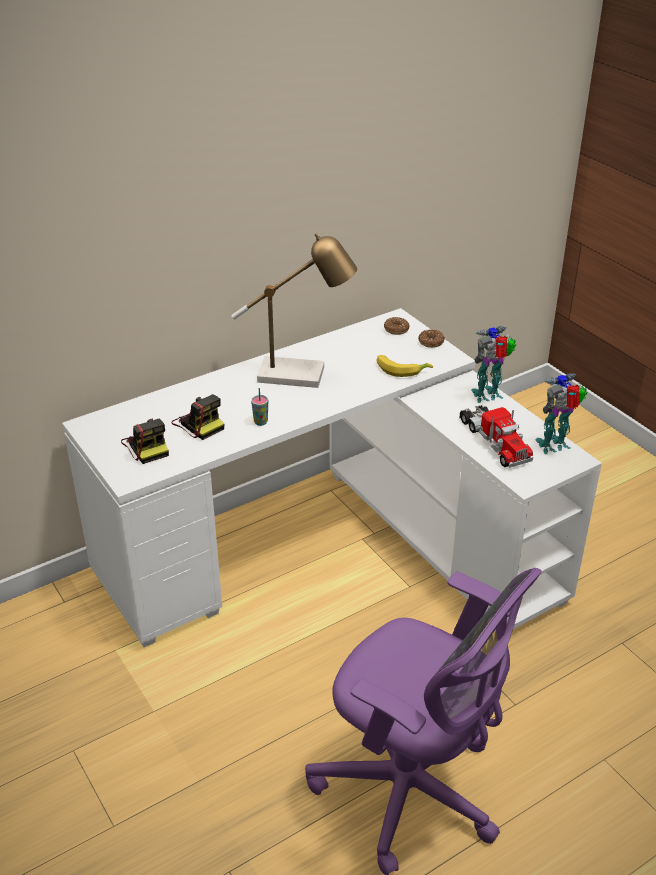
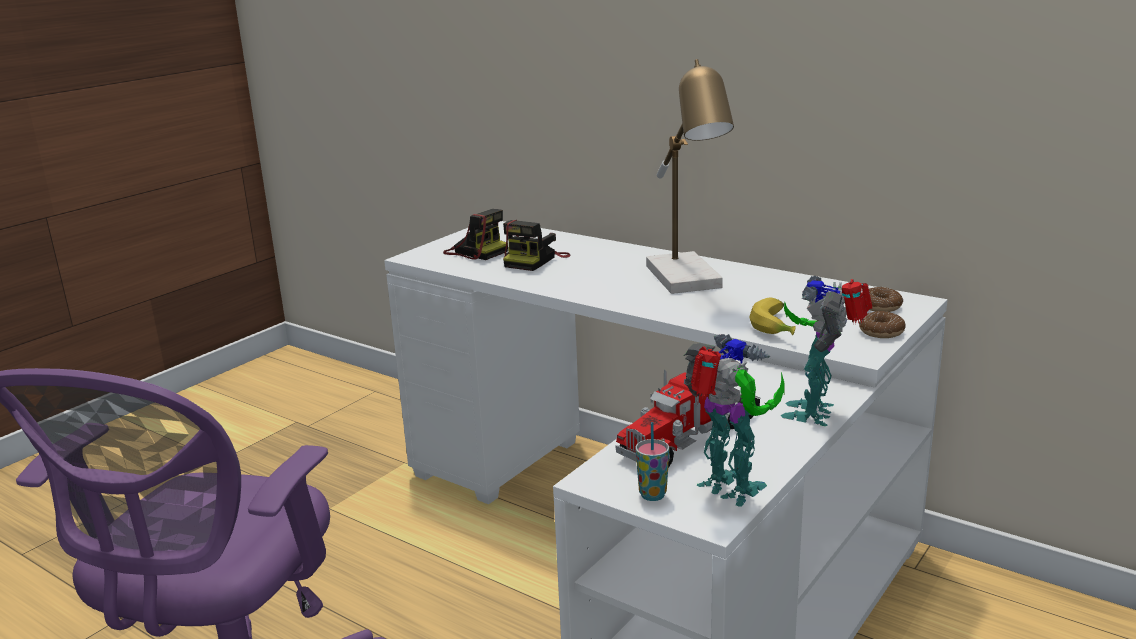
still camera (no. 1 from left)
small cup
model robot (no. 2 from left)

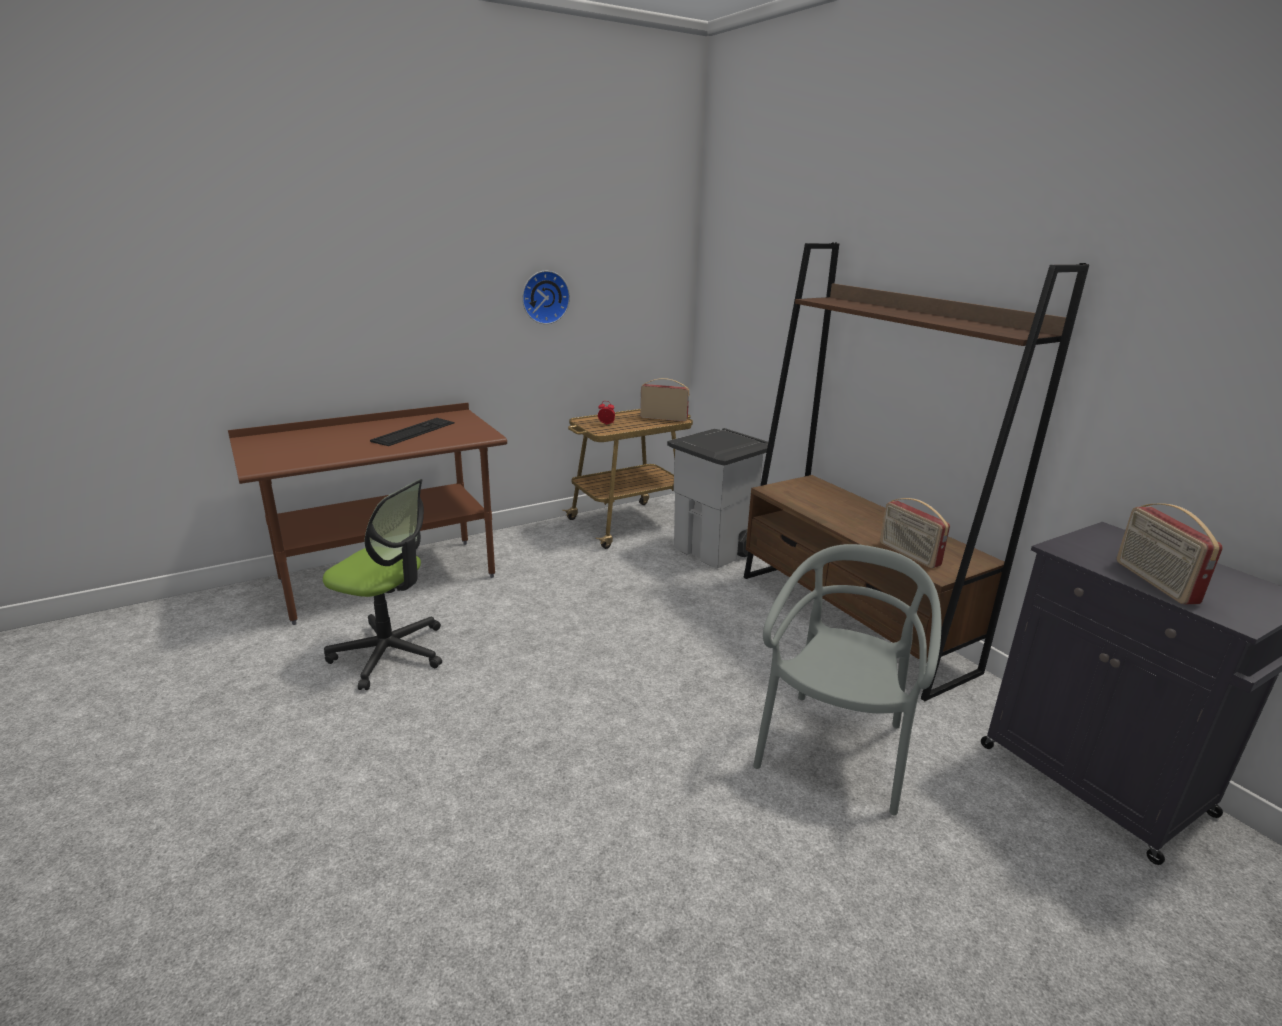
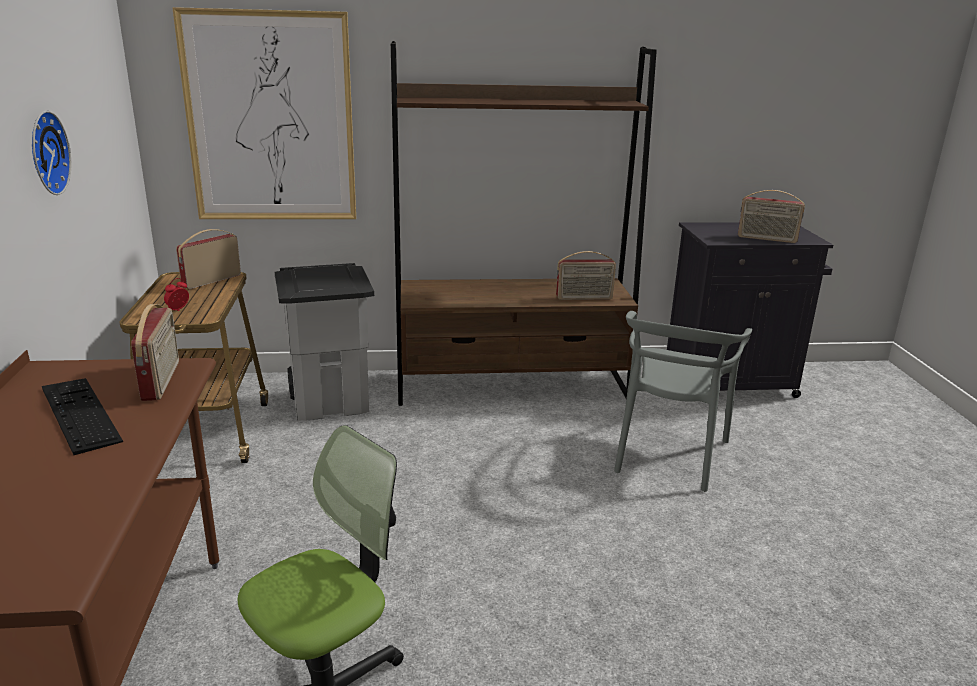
radio receiver (no. 1 from left)
wall picture
gray upright chair

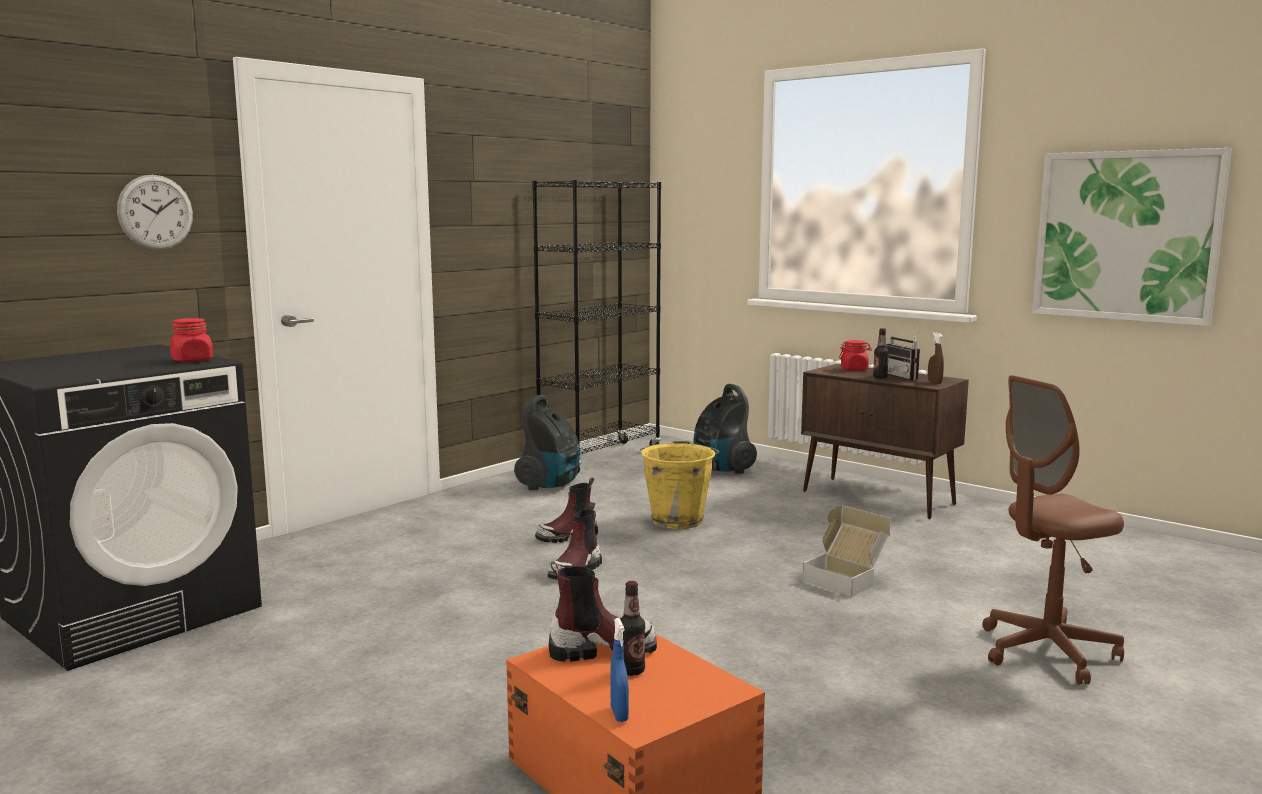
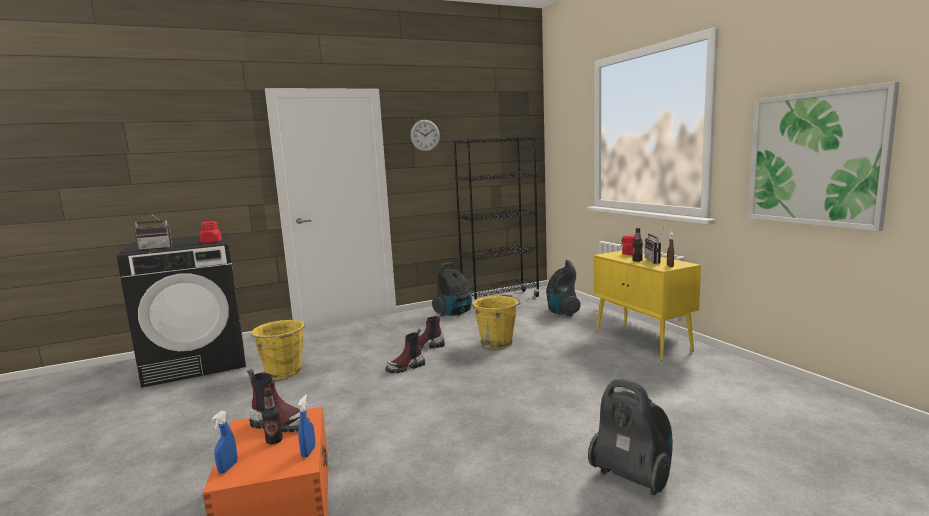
radio receiver (no. 1 from left)
yellow-coloured water bucket (no. 1 from left)
bluish sprayer (no. 2 from left)
hanging clock
vacuum cleaner (no. 3 from left)
yellow-coloured cabinet
packing box

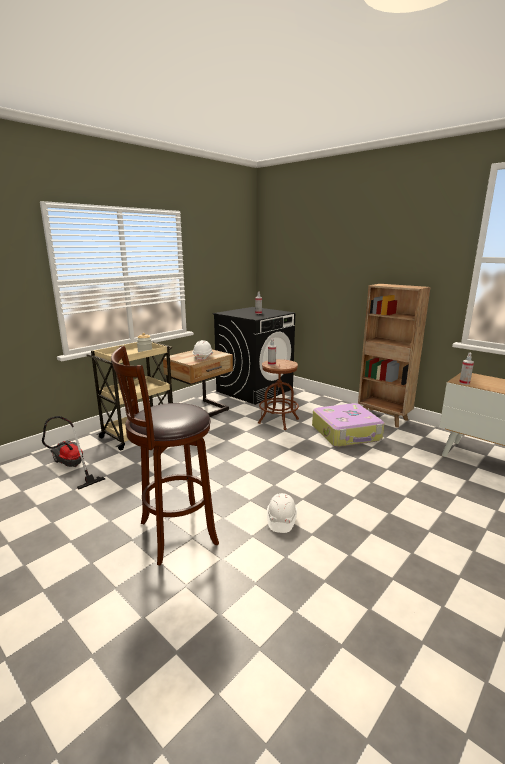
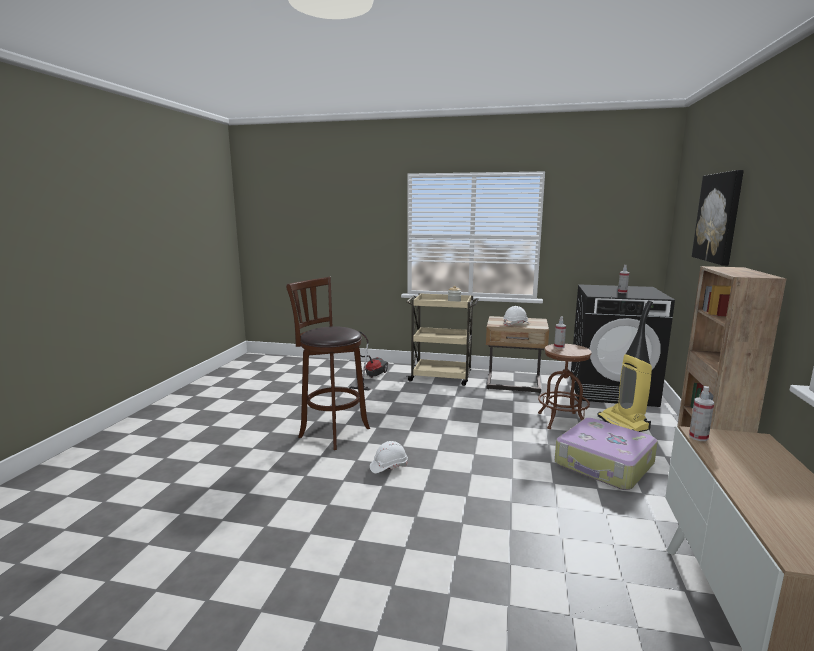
vacuum cleaner (no. 2 from left)
wall picture

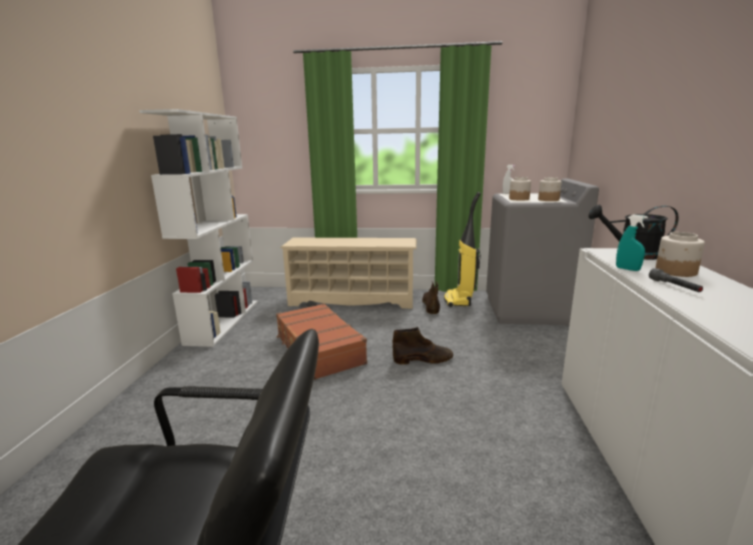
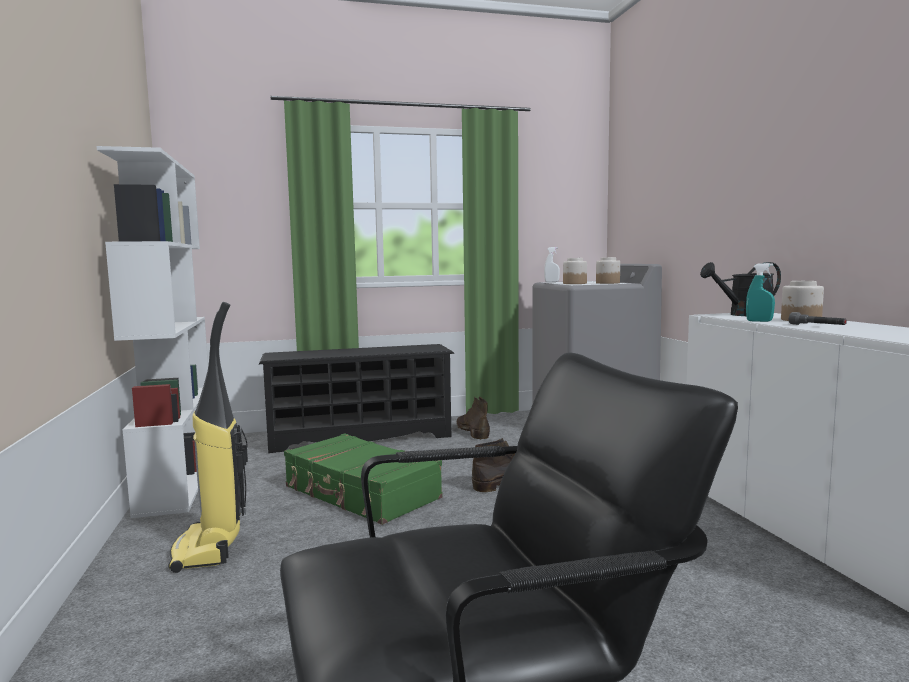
vacuum cleaner
black shoe stand
green-coloured travel case

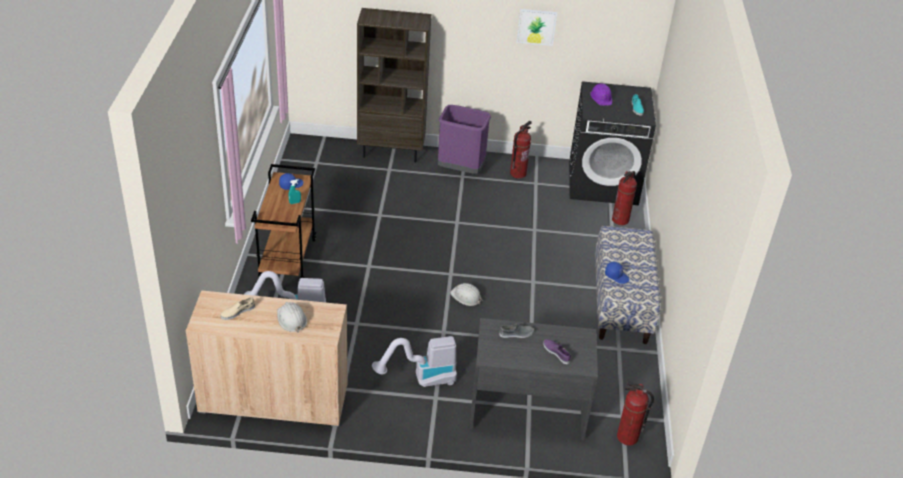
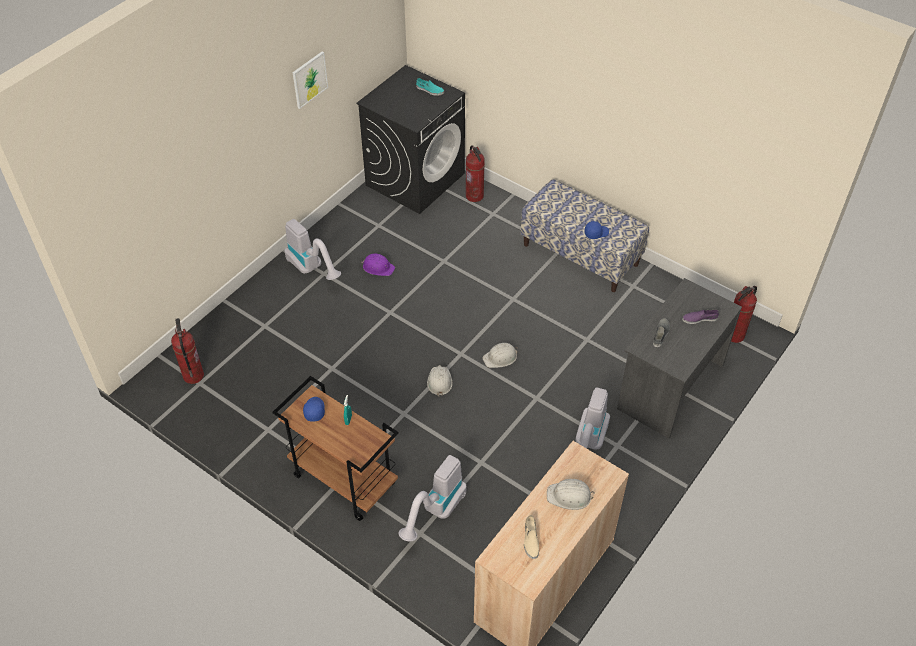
fire-fighting cylinder (no. 1 from left)
vacuum cleaner (no. 1 from left)
purple safety helmet
white-coloured safety helmet (no. 1 from left)
brownish shelving unit

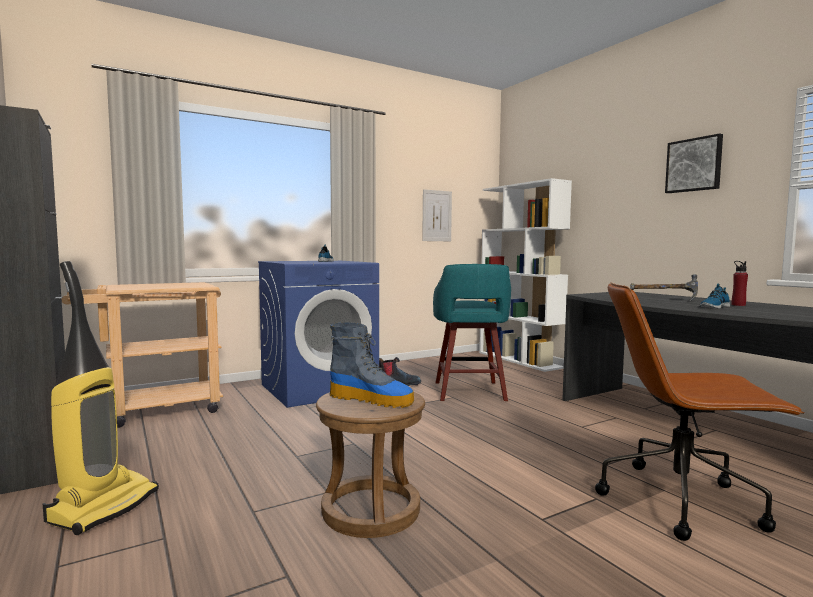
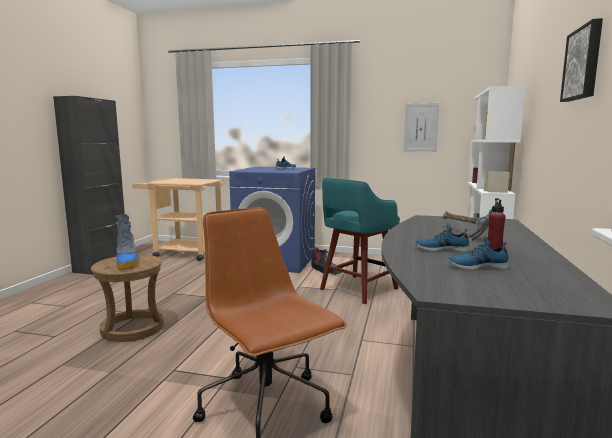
low shoe (no. 3 from left)
vacuum cleaner

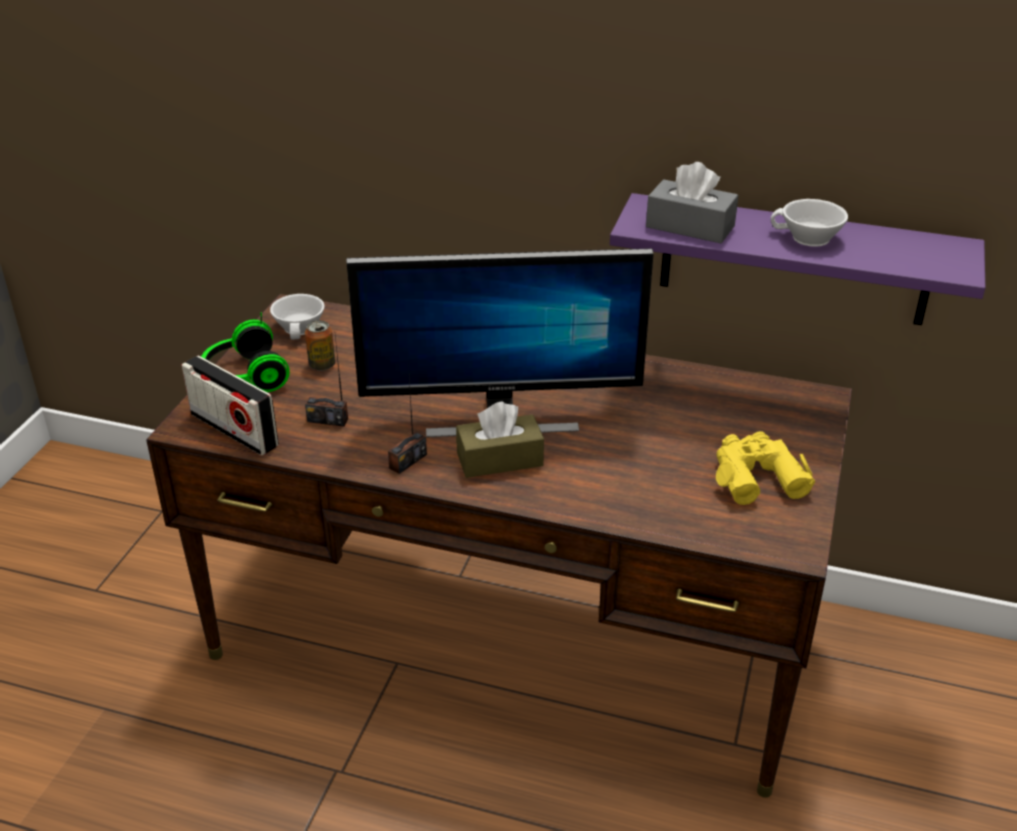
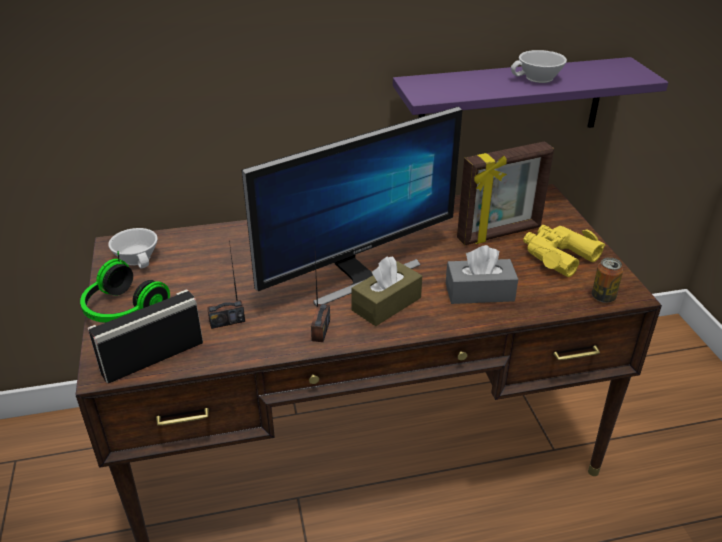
radio receiver (no. 1 from left)
gray tissue box
photo frame
can

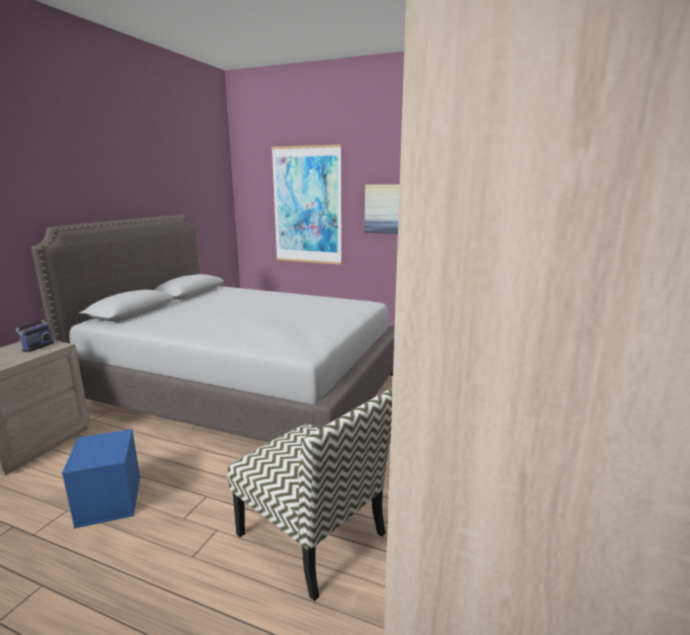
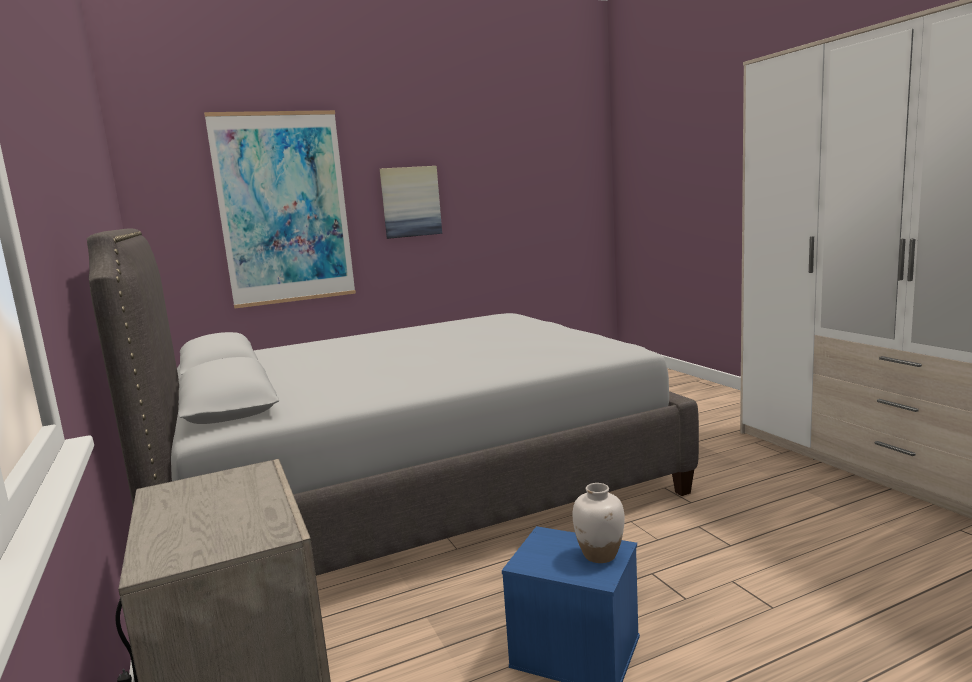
white-coloured vase
radio receiver
upright chair

